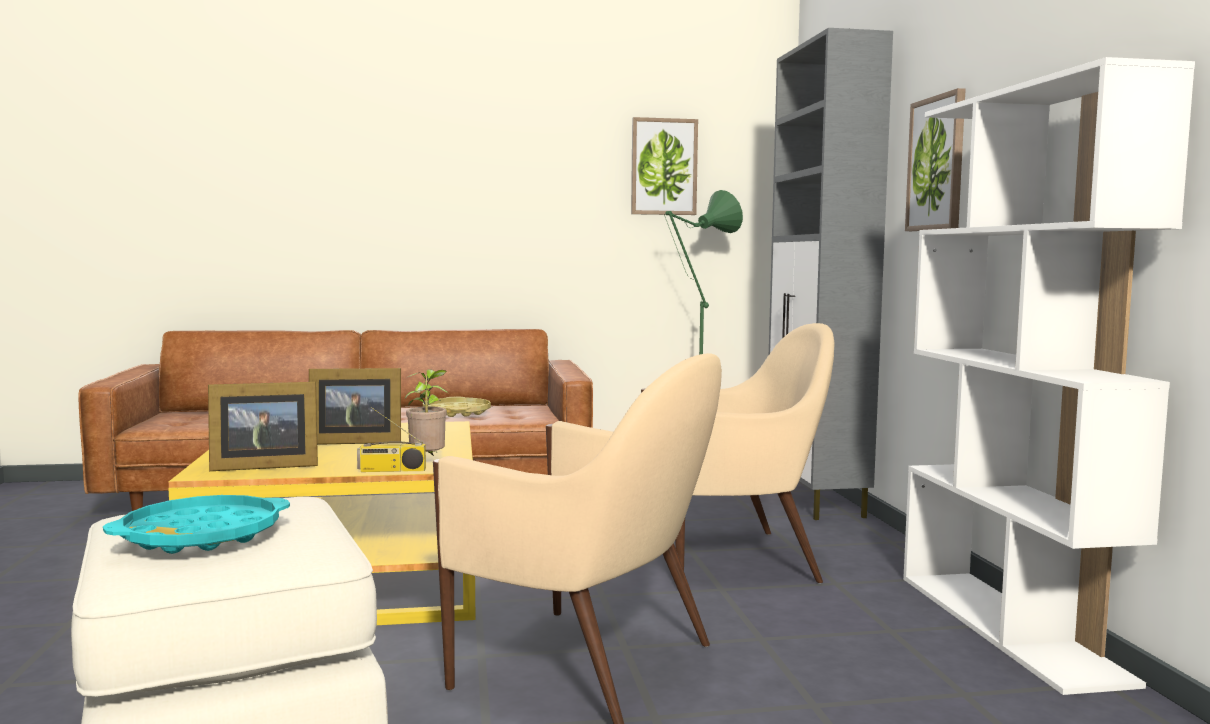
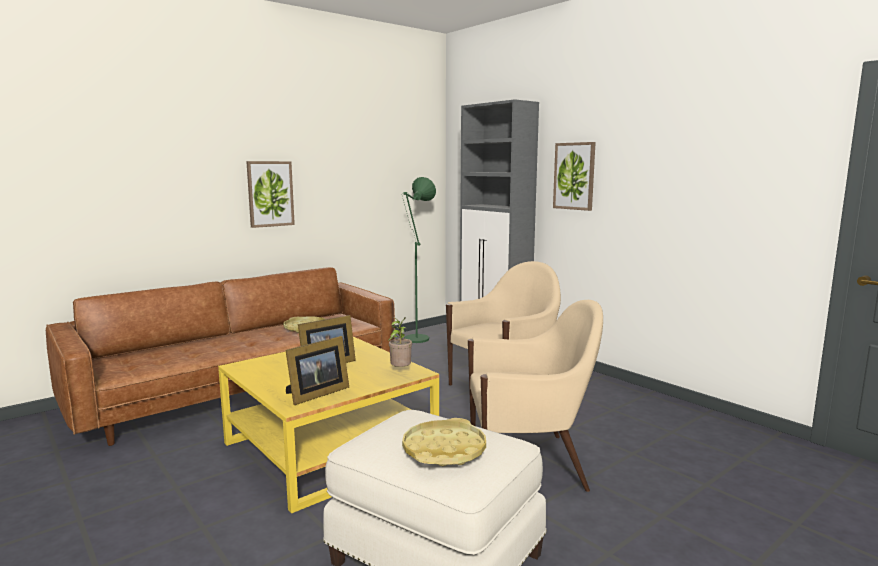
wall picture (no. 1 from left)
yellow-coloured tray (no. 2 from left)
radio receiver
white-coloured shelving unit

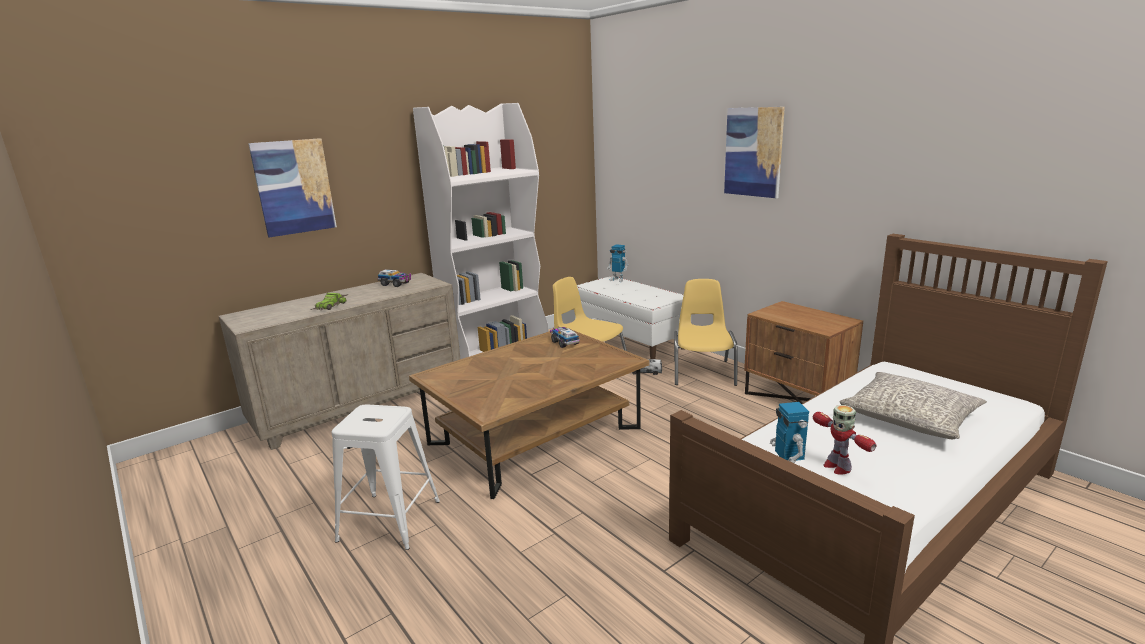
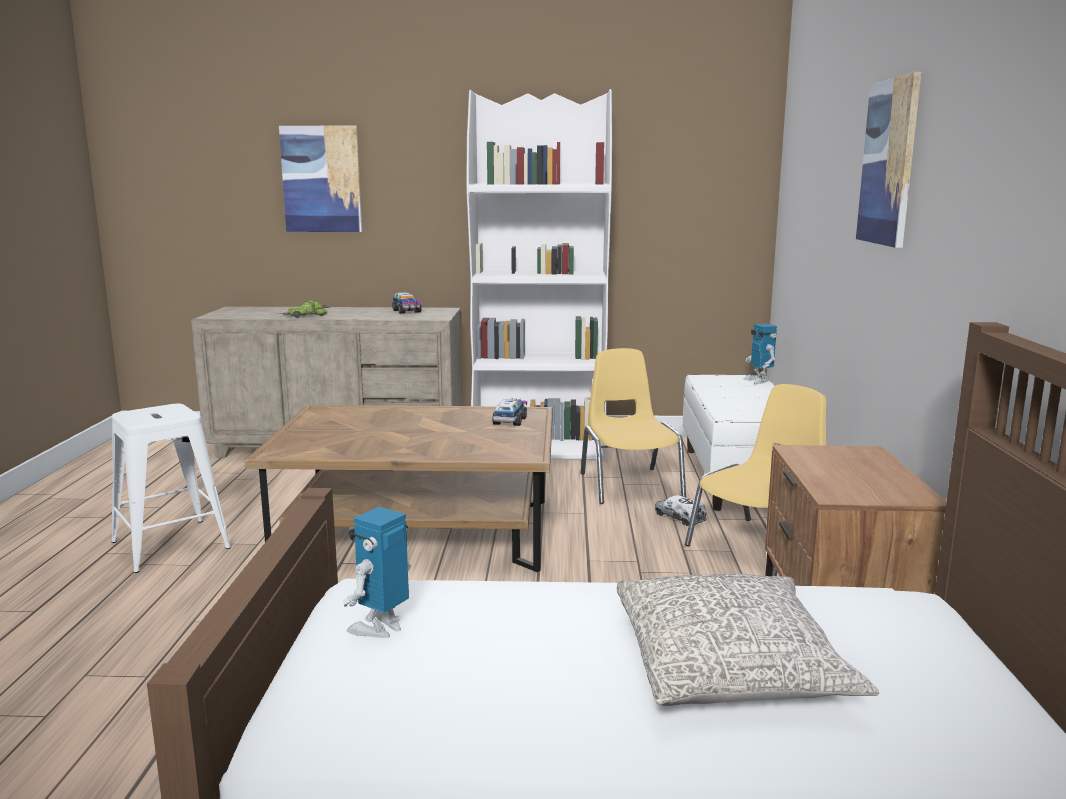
model robot (no. 3 from left in the first image)

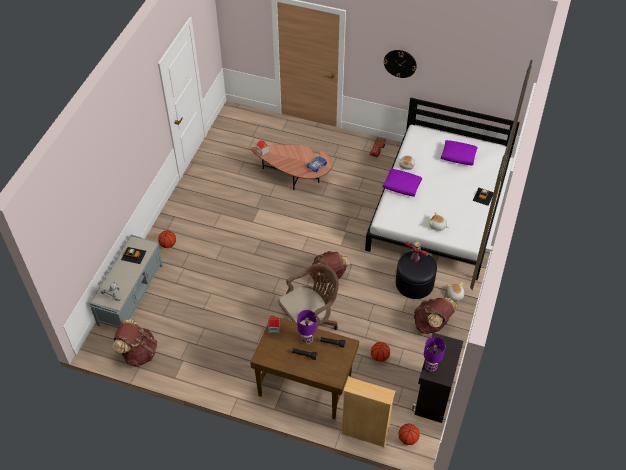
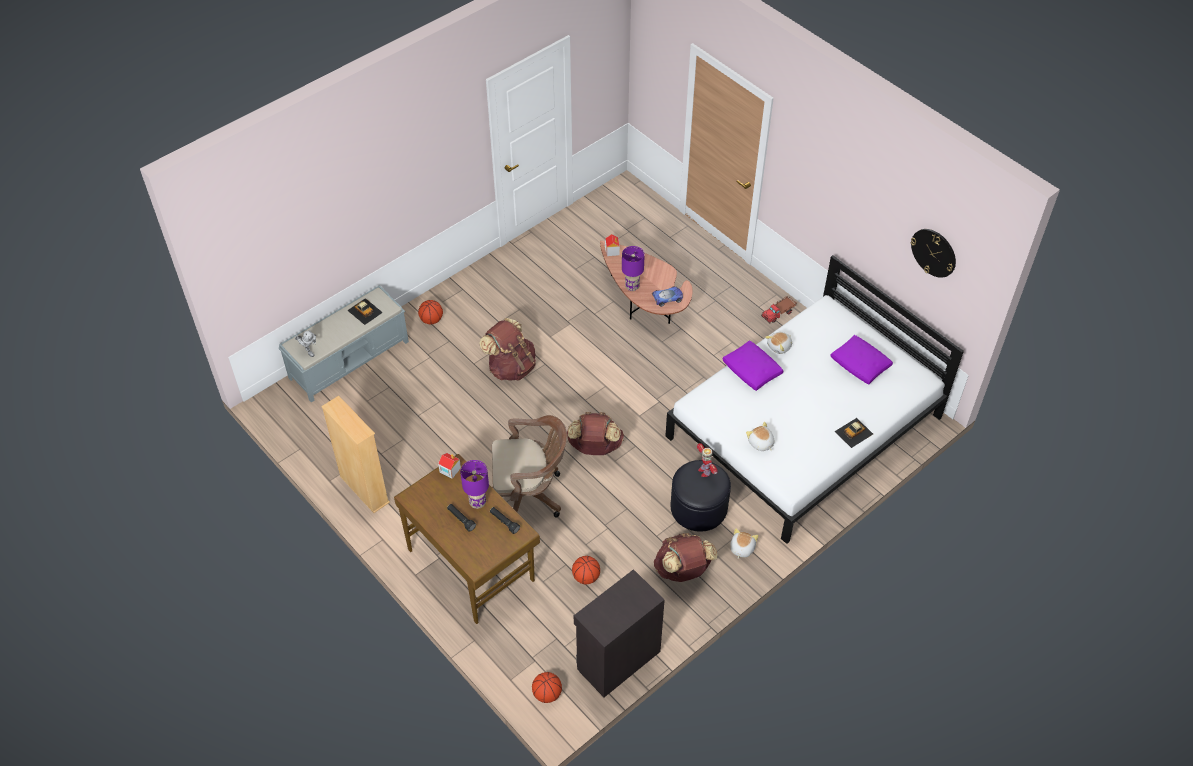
sand-coloured shelving unit
brownish backpack (no. 1 from left)
purple table lamp (no. 2 from left)
hanging clock

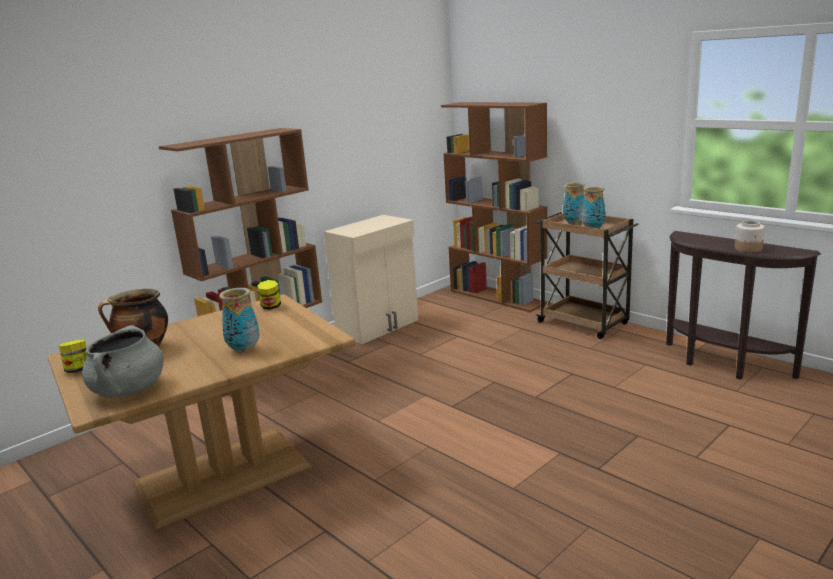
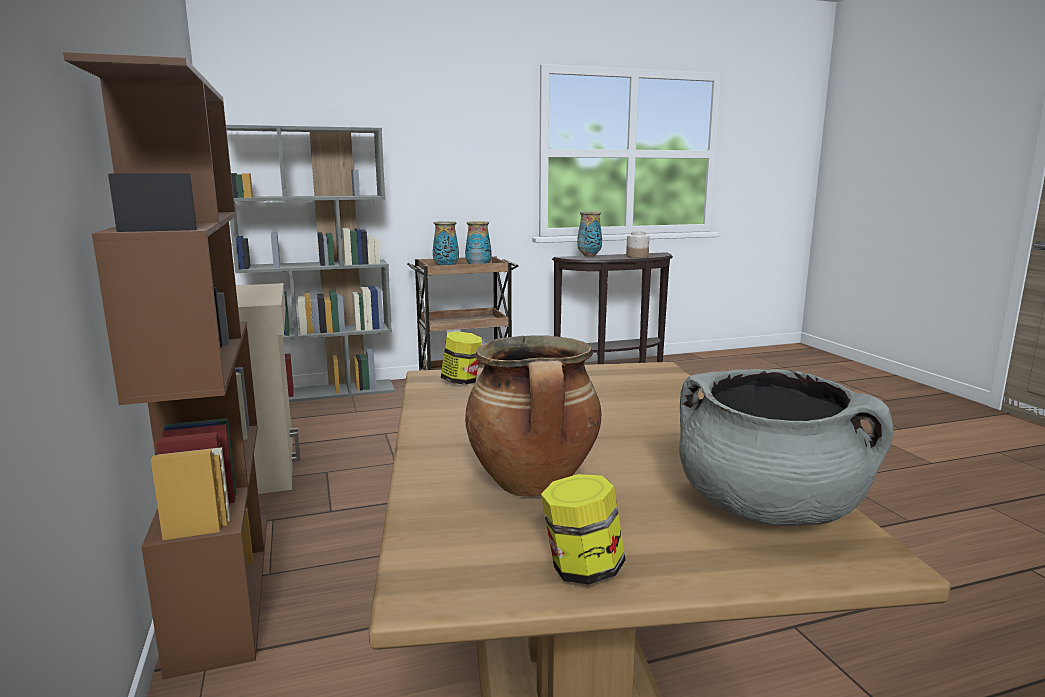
gray shelving unit
vase (no. 3 from left)

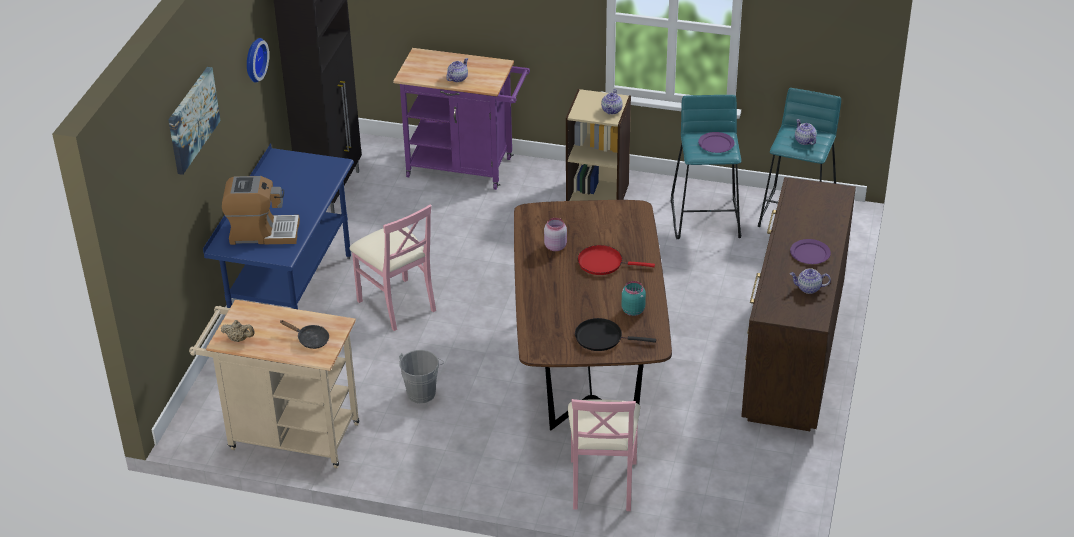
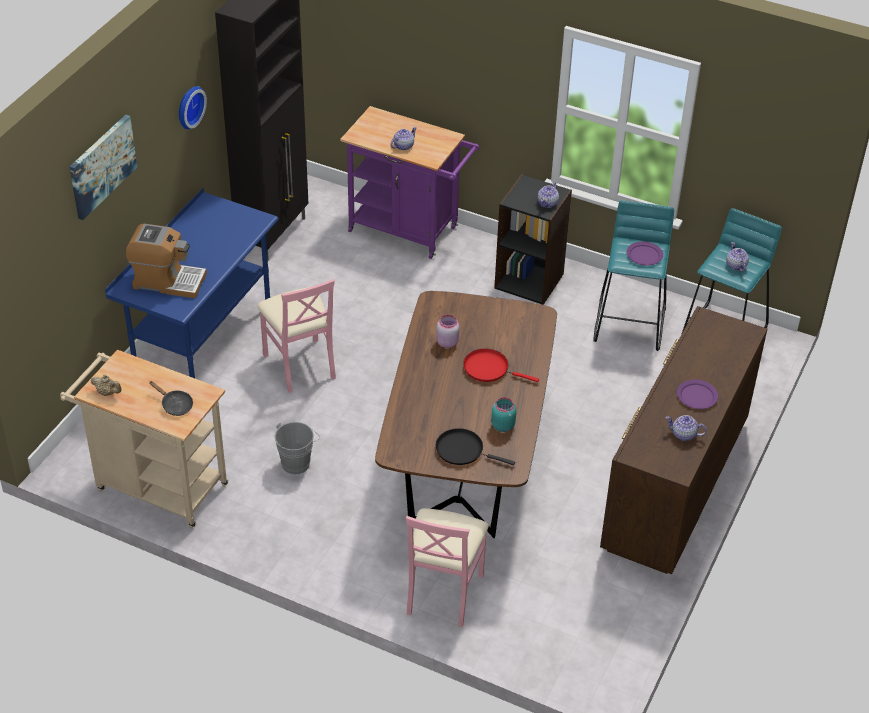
black shelving unit

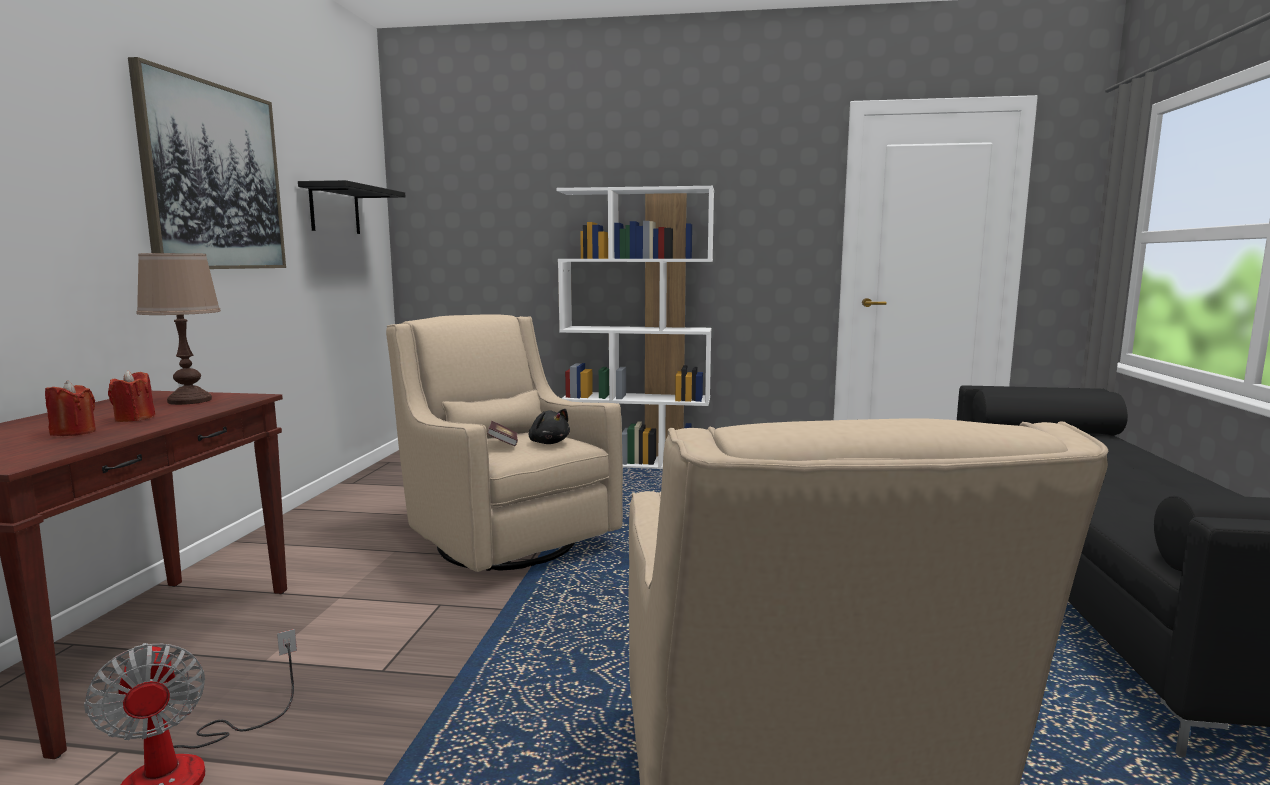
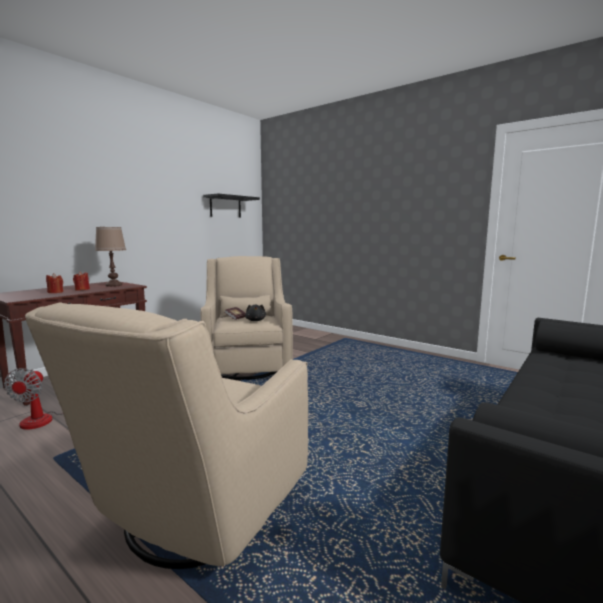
wall picture
white-coloured shelving unit

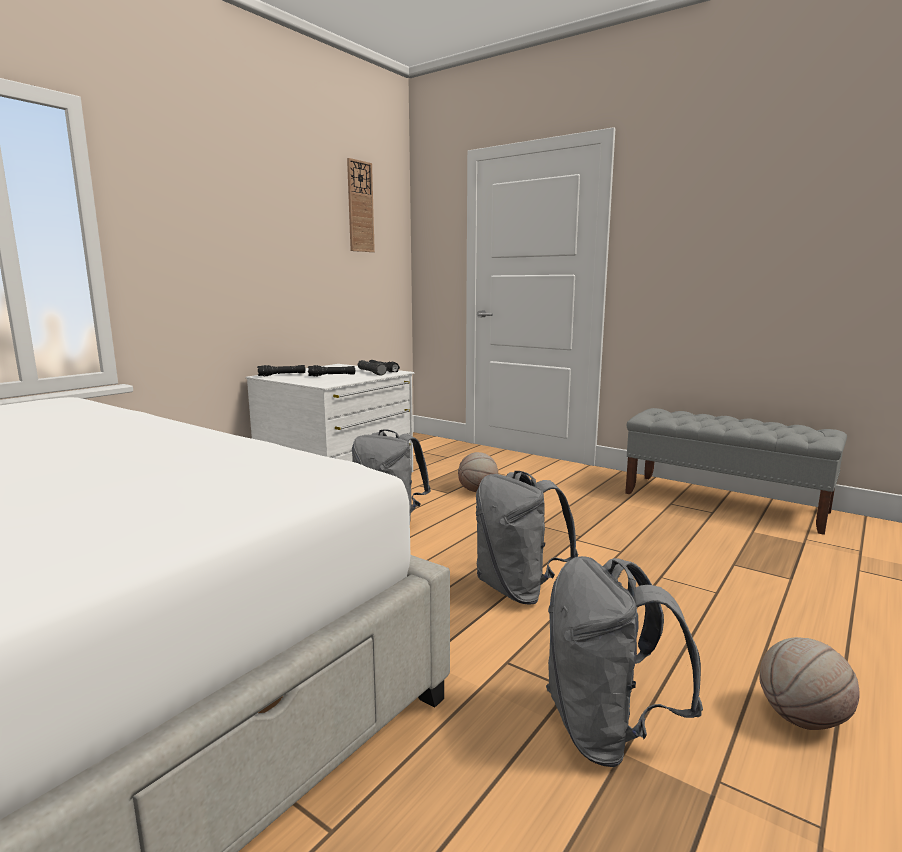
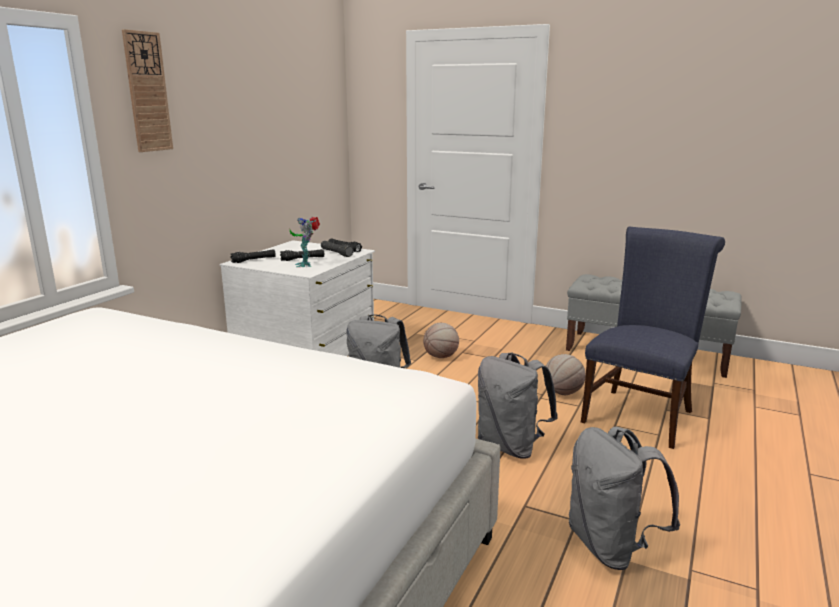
hanging clock
model robot
basketball ball (no. 2 from left)
bluish upright chair

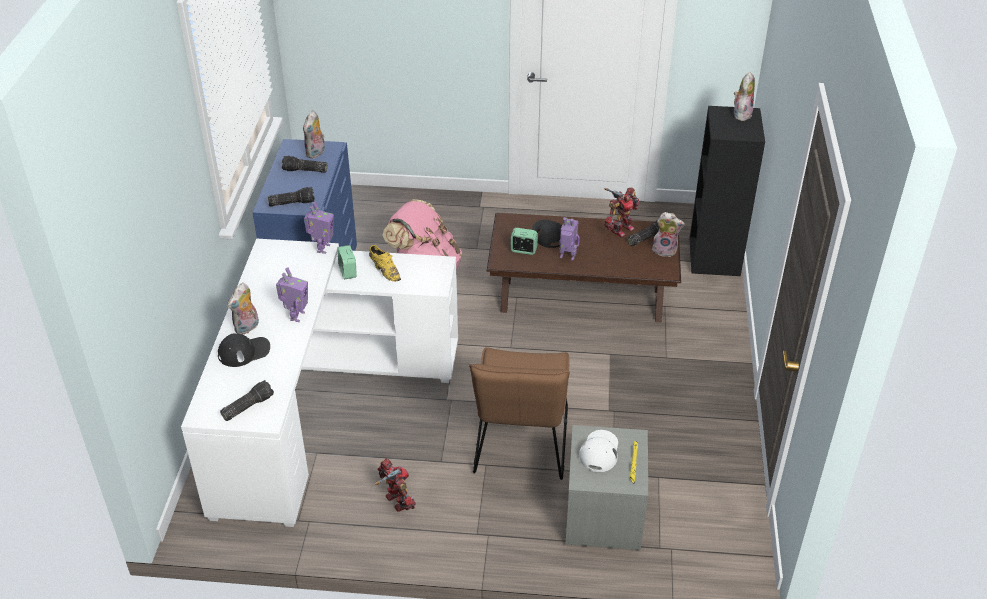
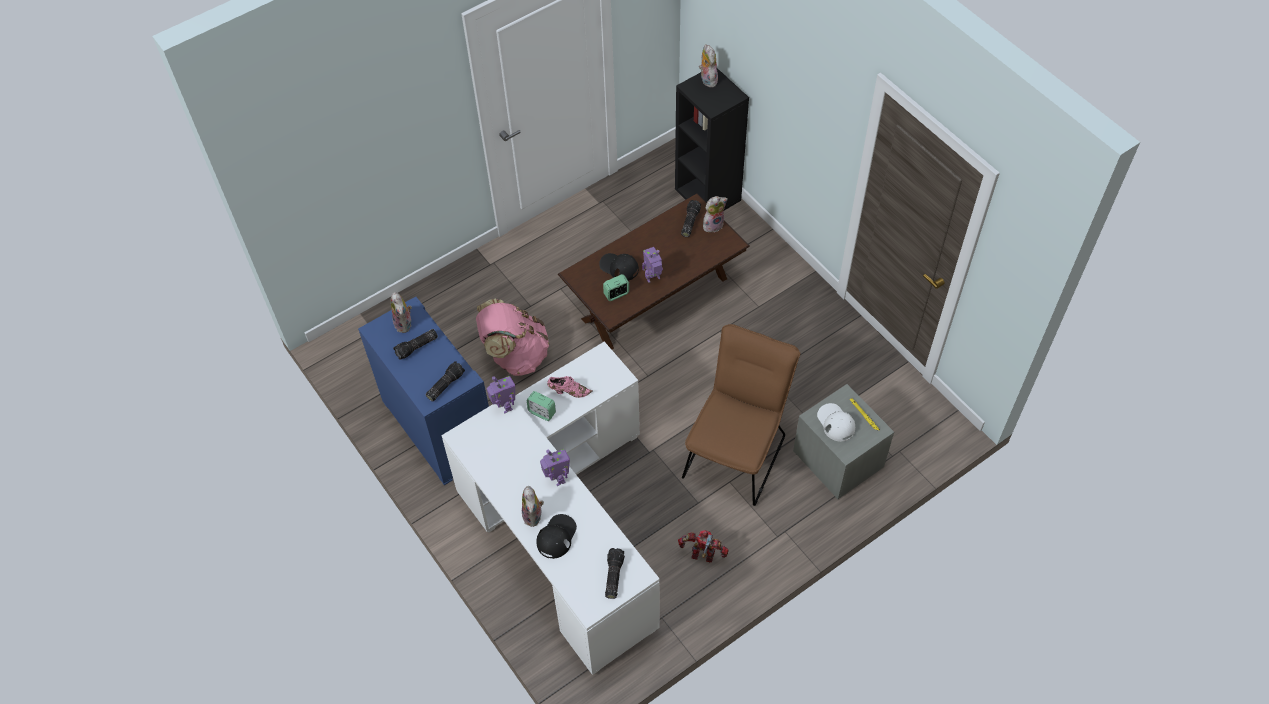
pink-coloured low shoe
brownish upright chair
model robot (no. 5 from left in the first image)

